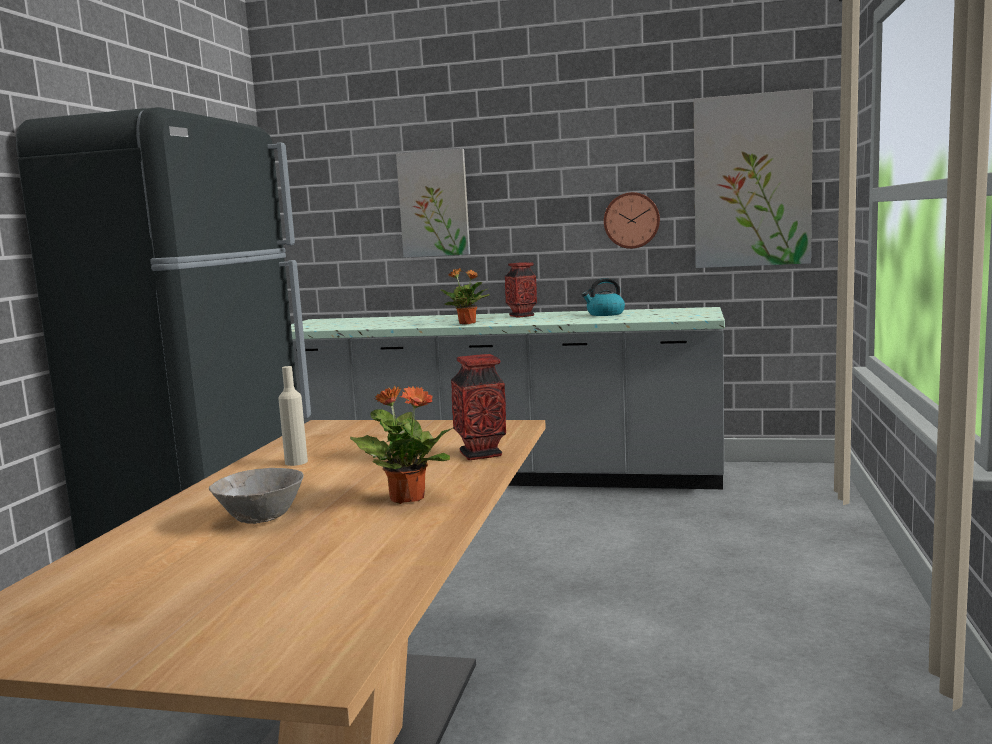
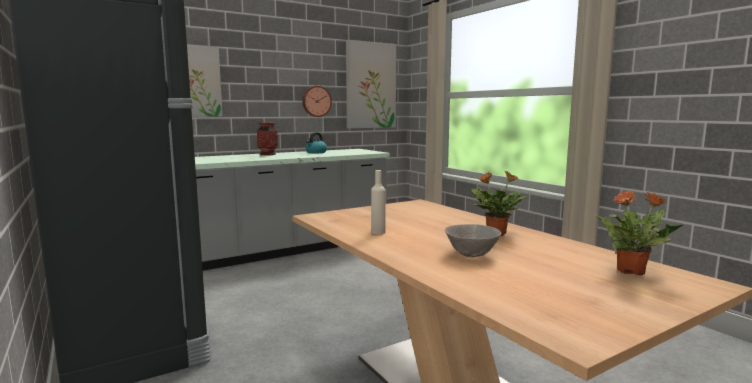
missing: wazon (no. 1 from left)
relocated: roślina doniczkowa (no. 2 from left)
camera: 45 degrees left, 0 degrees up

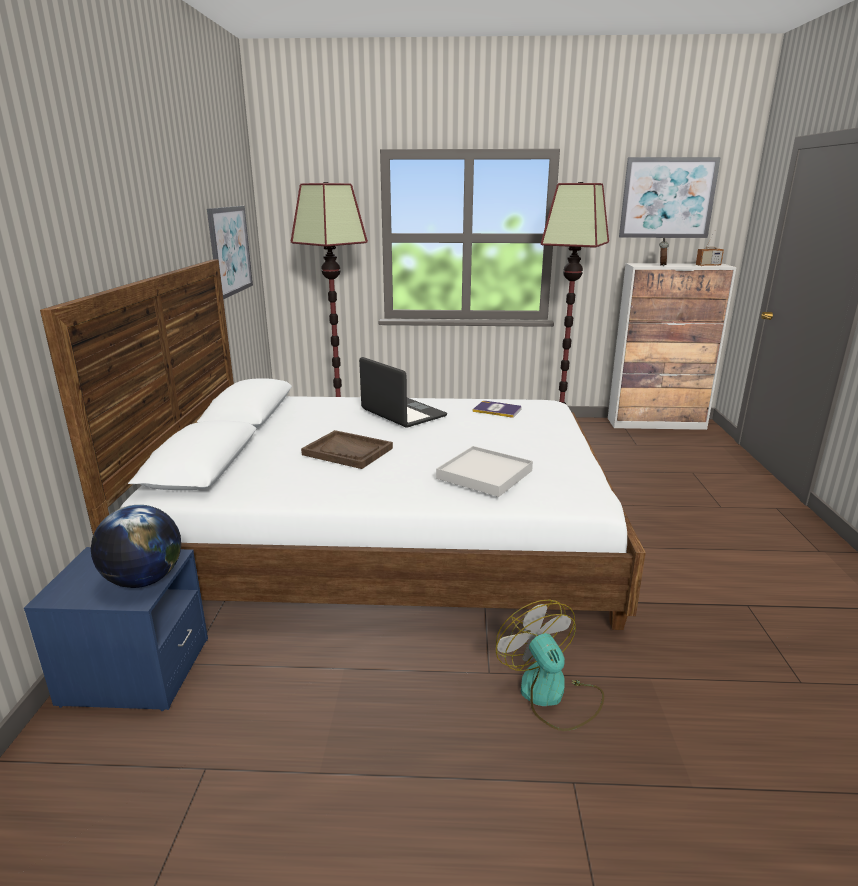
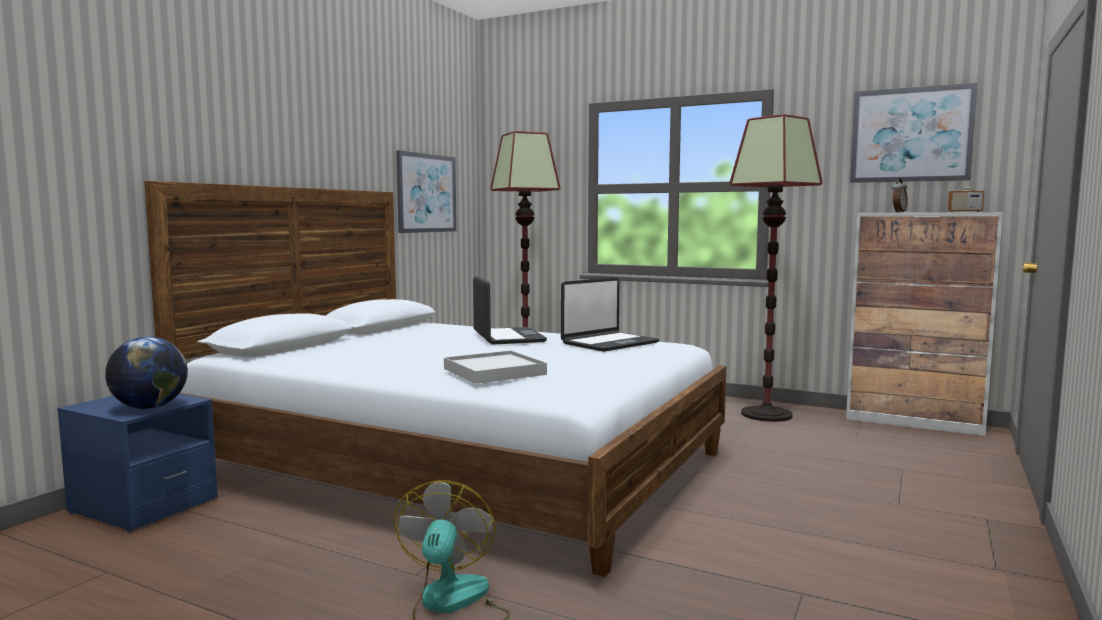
missing: taca (brązowy)
exchanged: książka to laptop (no. 2 from left)
camera: 25 degrees right, 15 degrees down

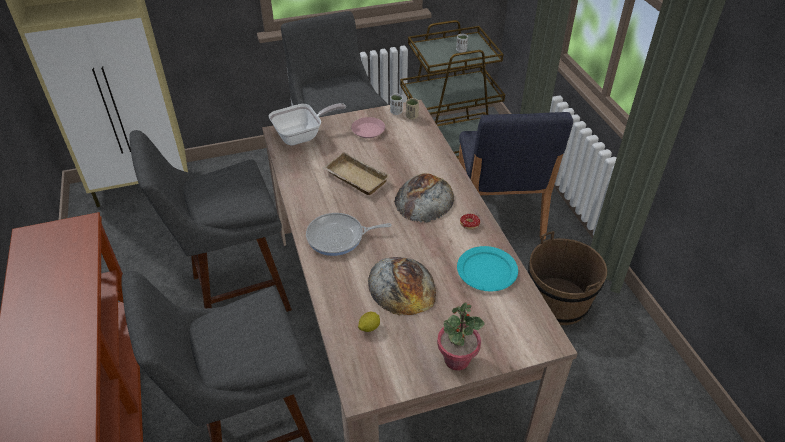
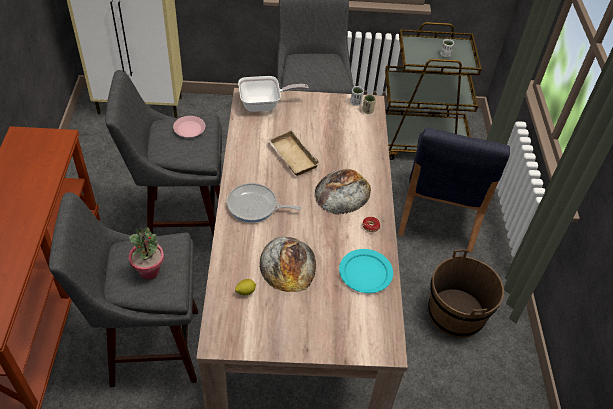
relocated: talerz (różowy); roślina doniczkowa
camera: 15 degrees right, 5 degrees up

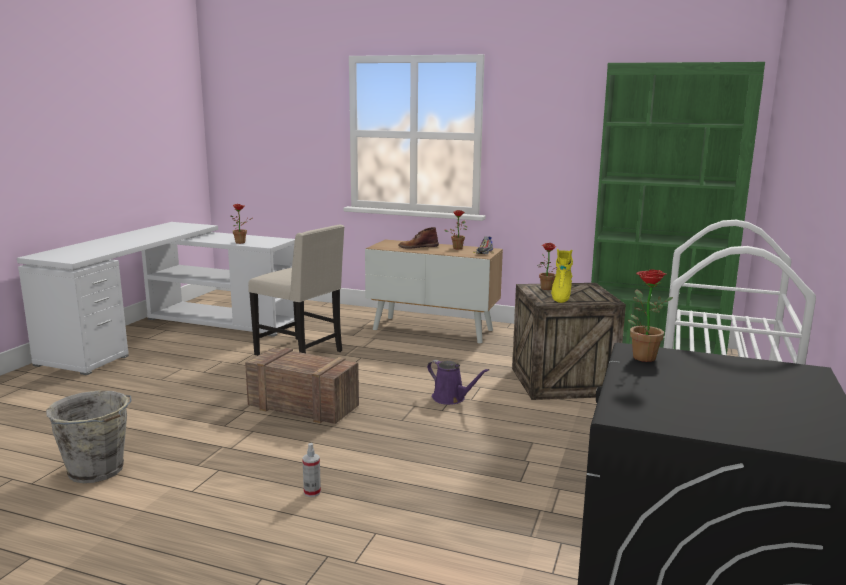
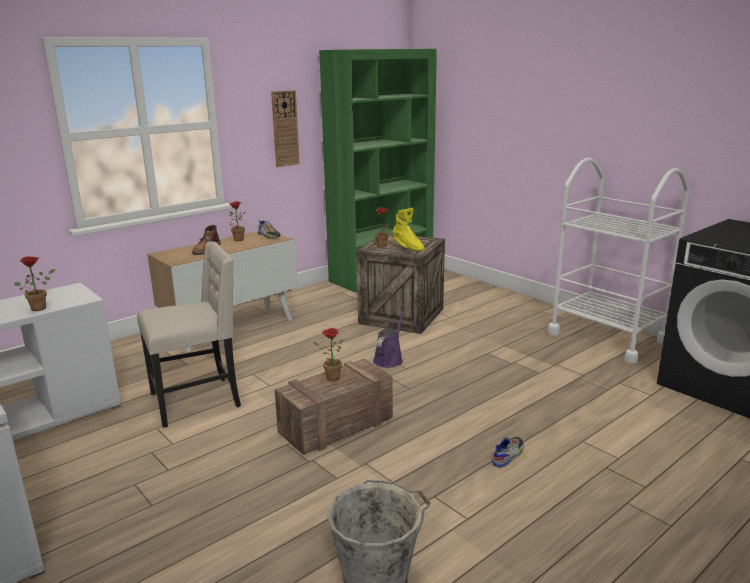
appeared: zegar ścienny
relocated: roślina doniczkowa (no. 4 from left in the first image) to roślina doniczkowa (no. 3 from left)
exchanged: spryskiwacz to but (no. 2 from left)
spun: konewka (fioletowy) 45 degrees counterclockwise
camera: 60 degrees left, 5 degrees up

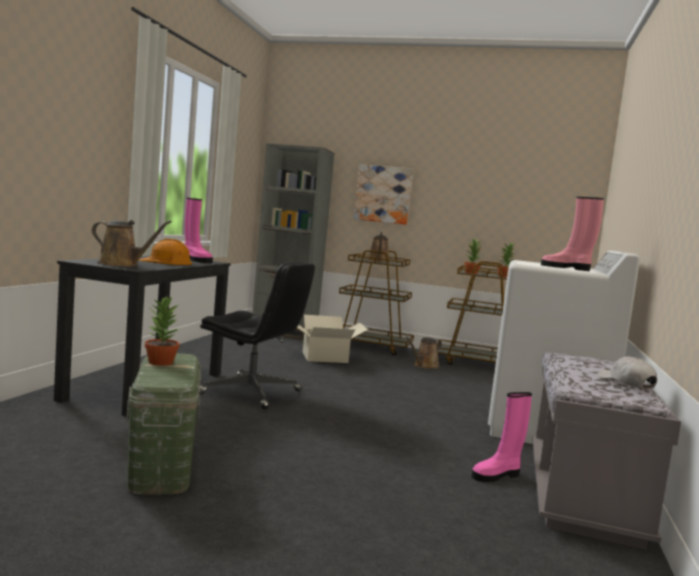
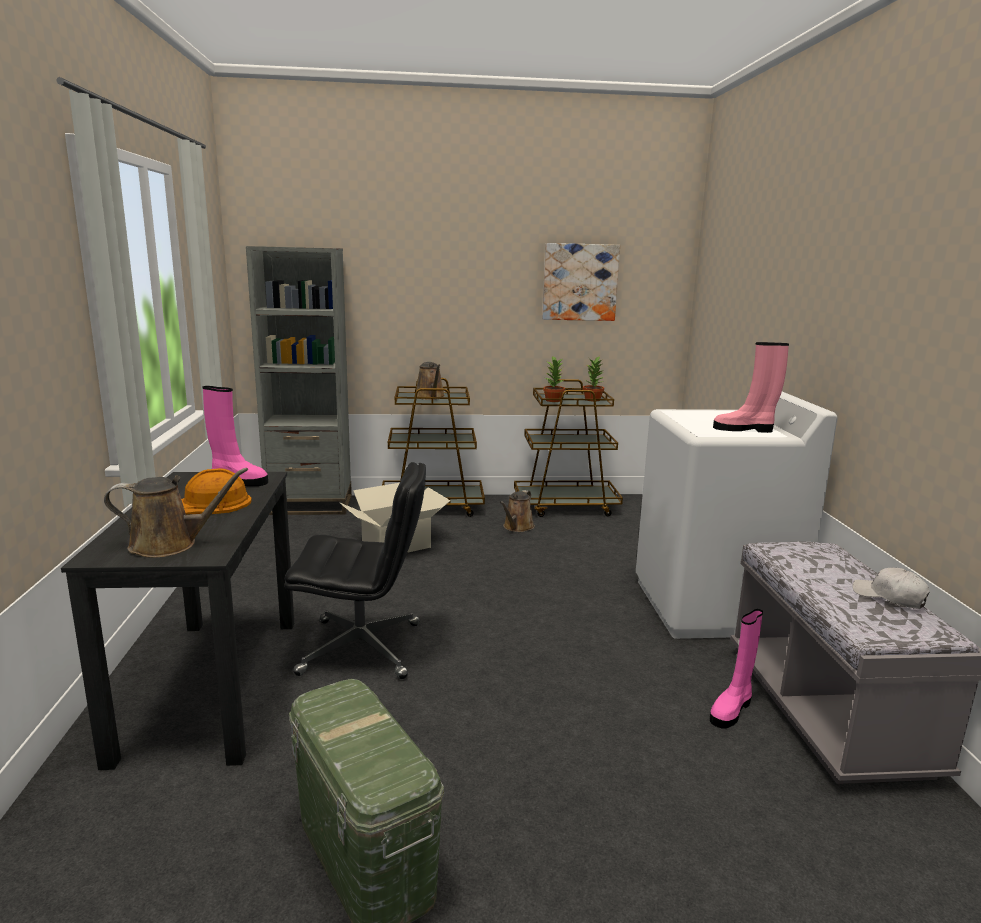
missing: roślina doniczkowa (no. 1 from left)
relocated: obraz
camera: 20 degrees left, 10 degrees up

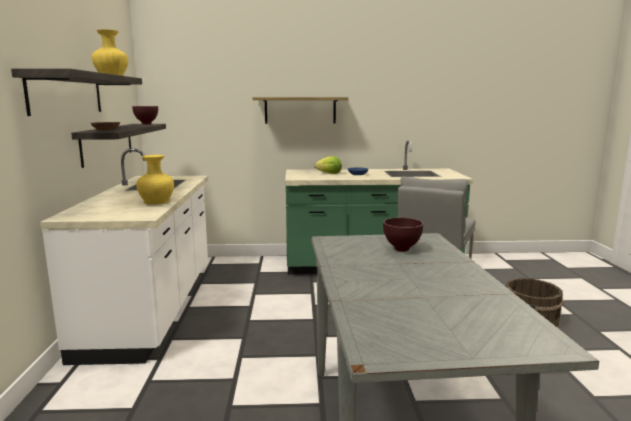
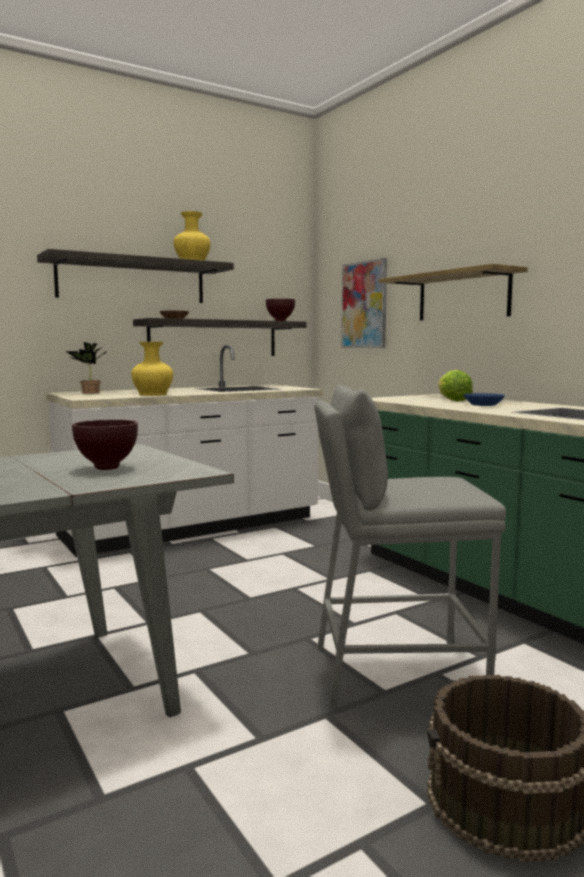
appeared: obraz; roślina doniczkowa
camera: 60 degrees right, 5 degrees down

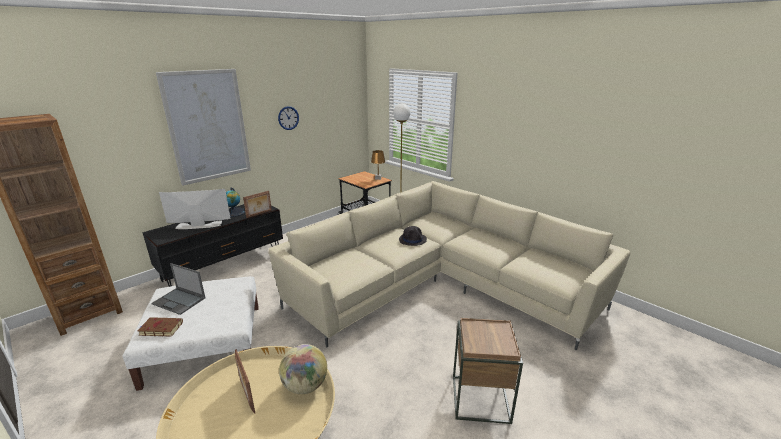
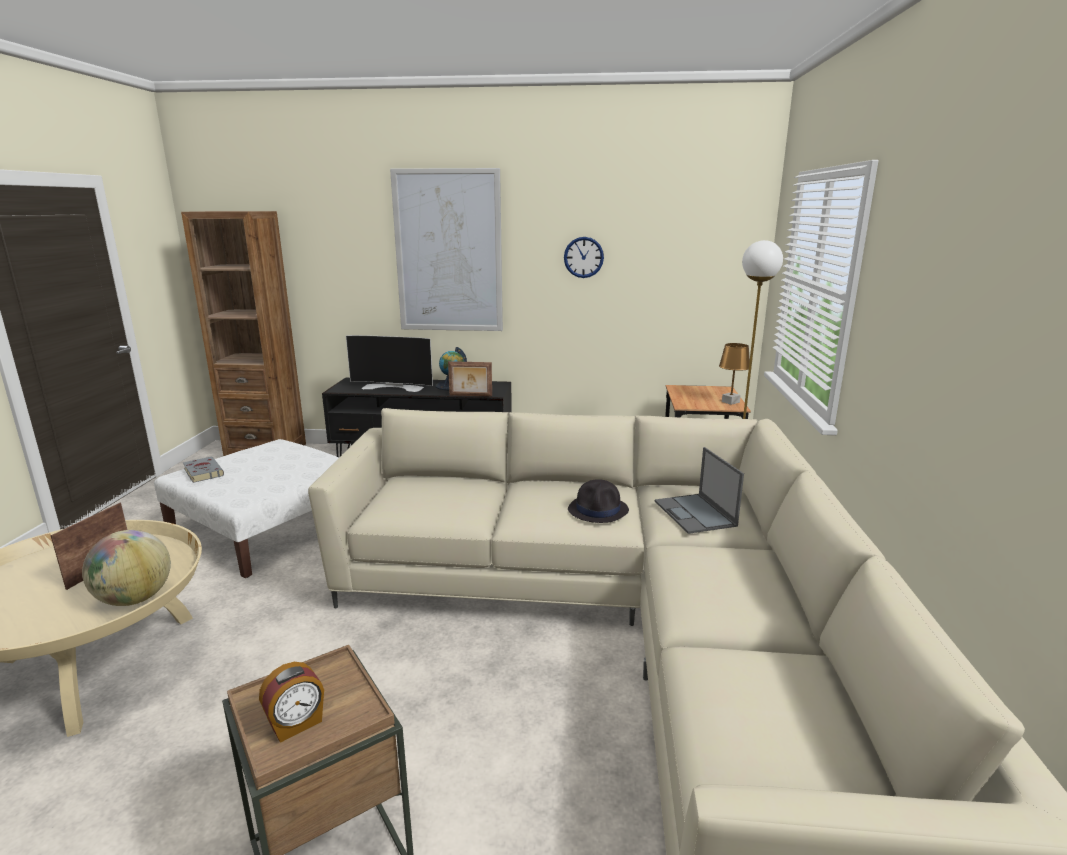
appeared: budzik
relocated: laptop
colour: książka (brązowy) to książka (szary)
spun: telewizor 150 degrees clockwise
camera: 50 degrees right, 5 degrees down

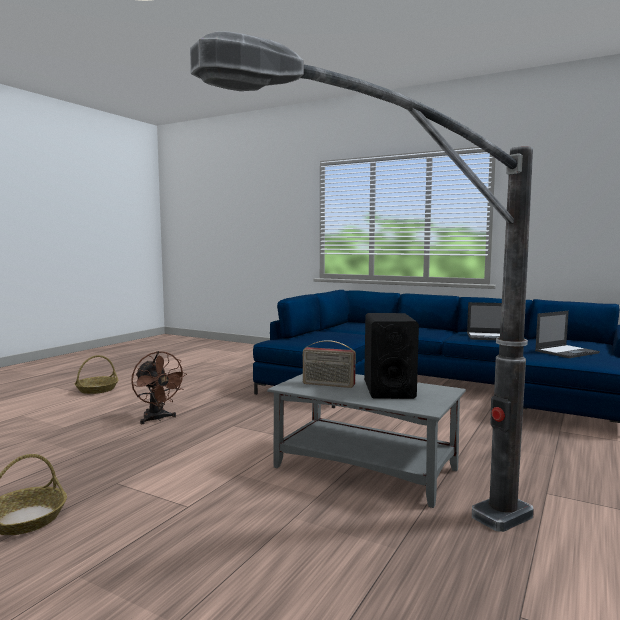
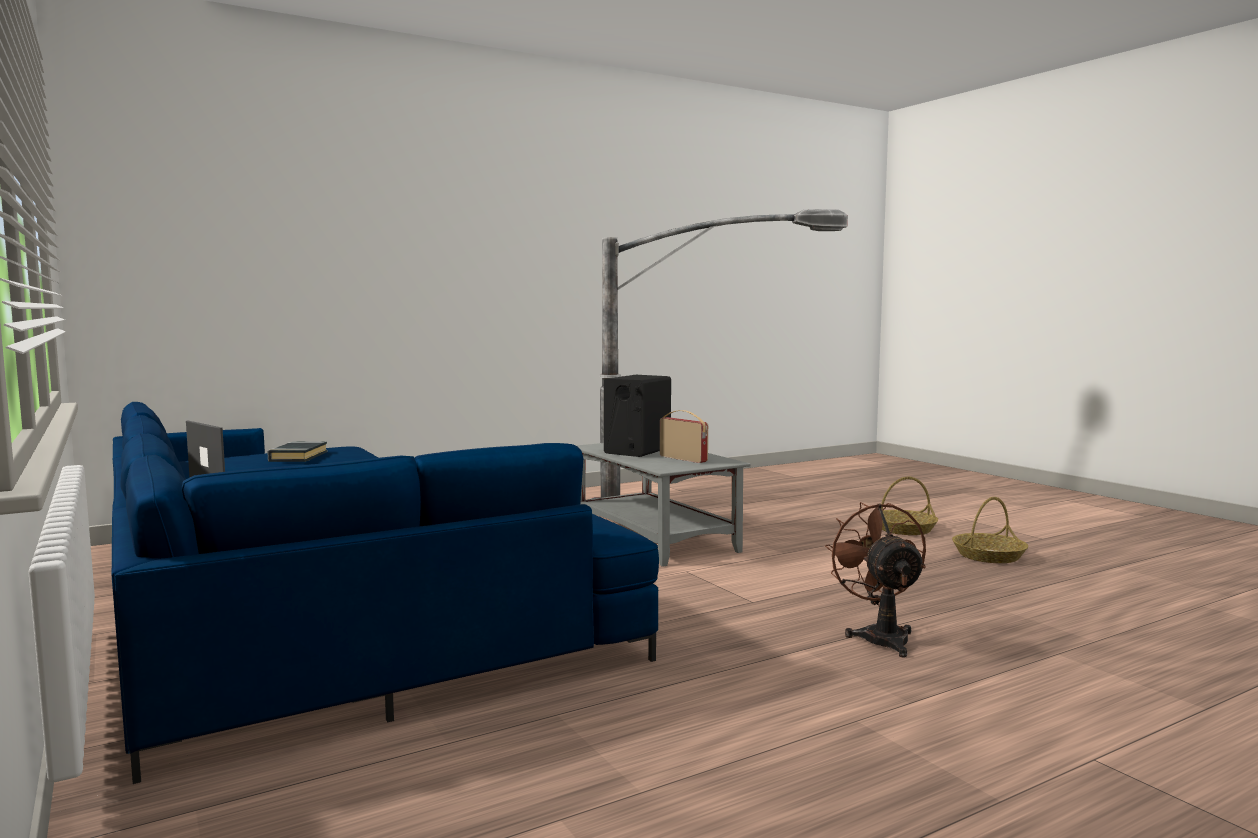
relocated: koszyk (no. 2 from left in the first image) to koszyk (no. 1 from left)
exchanged: laptop (no. 2 from left) to książka (czarny)
camera: 150 degrees left, 0 degrees up

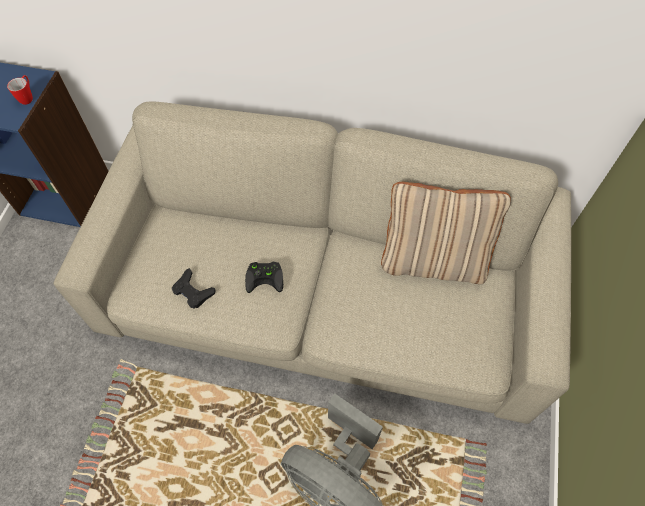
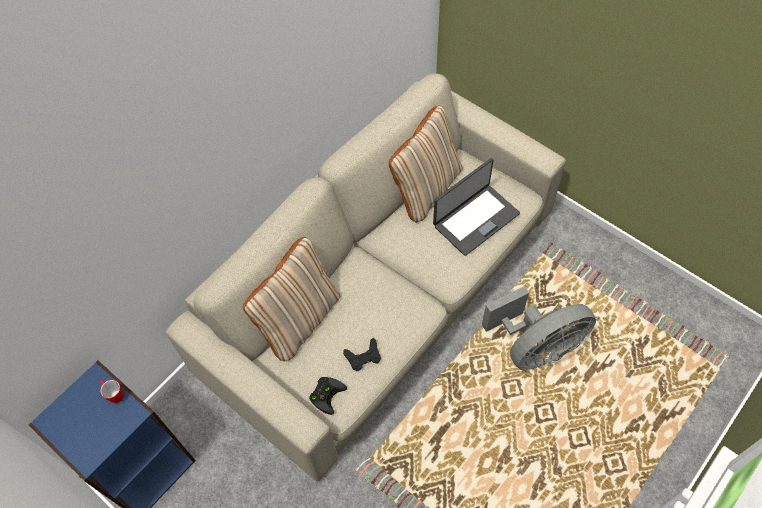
appeared: laptop; poduszka (beżowy) (no. 1 from left)
relocated: pad do gier (czarny) (no. 2 from left in the first image) to pad do gier (czarny) (no. 1 from left)
camera: 60 degrees left, 0 degrees up

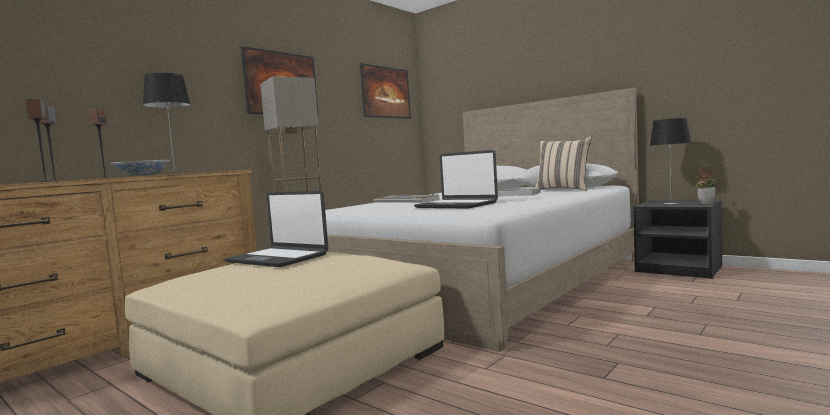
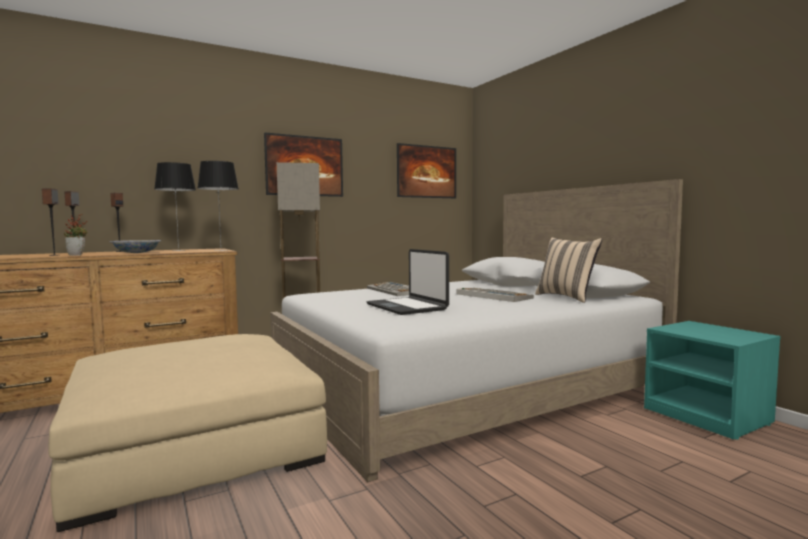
missing: laptop (no. 1 from left)
relocated: lampa stołowa (no. 2 from left); roślina doniczkowa
colour: szafka nocna (czarny) to szafka nocna (turkusowy)
camera: 20 degrees right, 0 degrees up

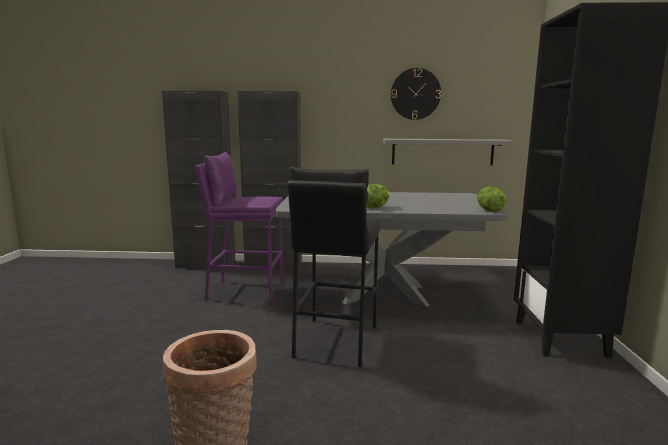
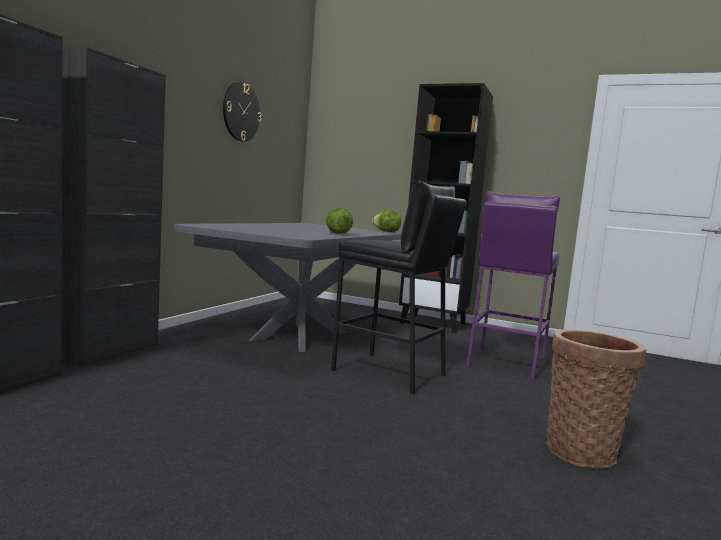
missing: półka (szary)
relocated: stołek (fioletowy)
camera: 70 degrees left, 5 degrees down

